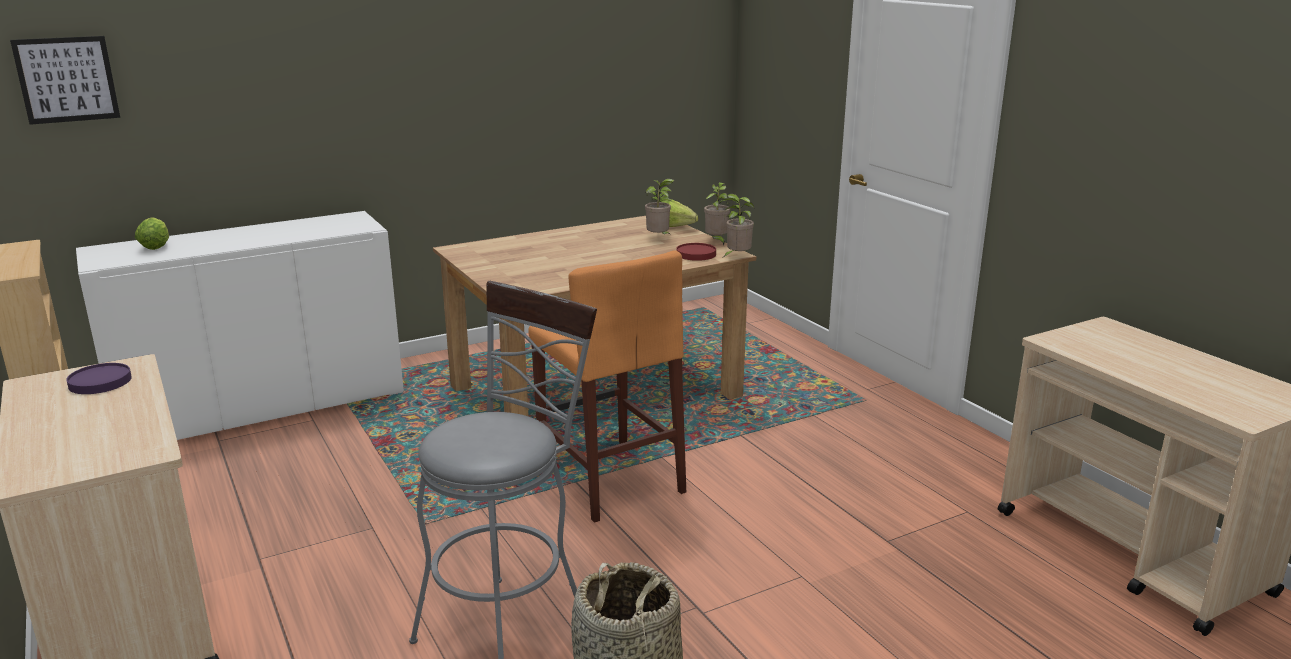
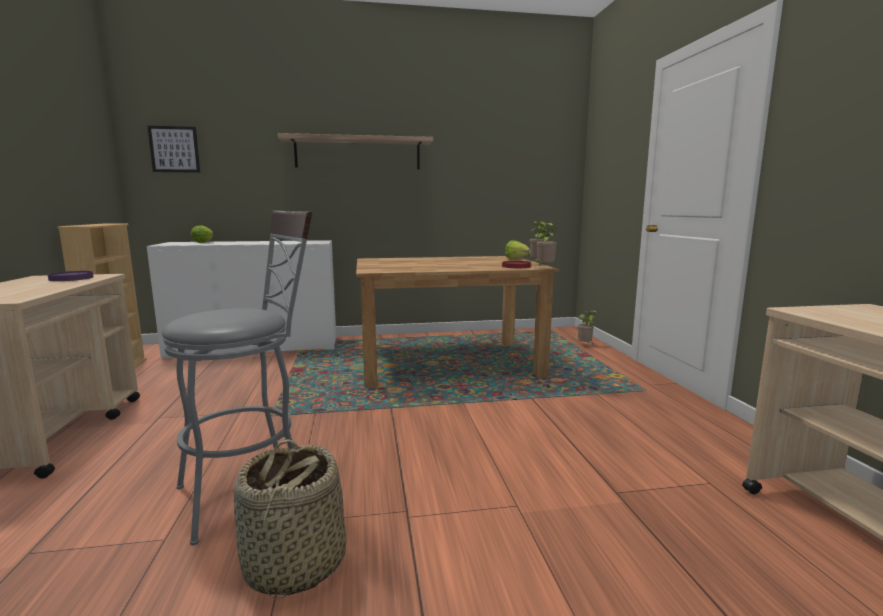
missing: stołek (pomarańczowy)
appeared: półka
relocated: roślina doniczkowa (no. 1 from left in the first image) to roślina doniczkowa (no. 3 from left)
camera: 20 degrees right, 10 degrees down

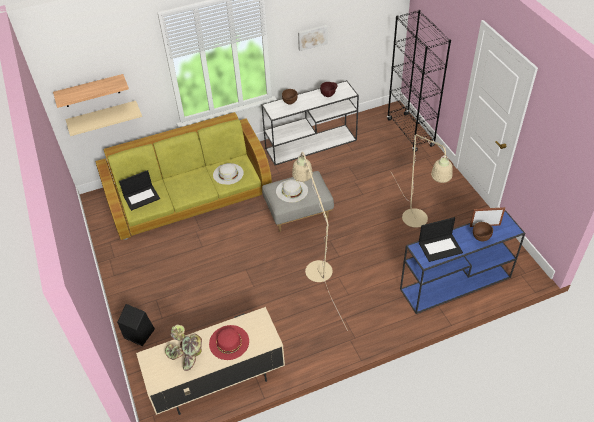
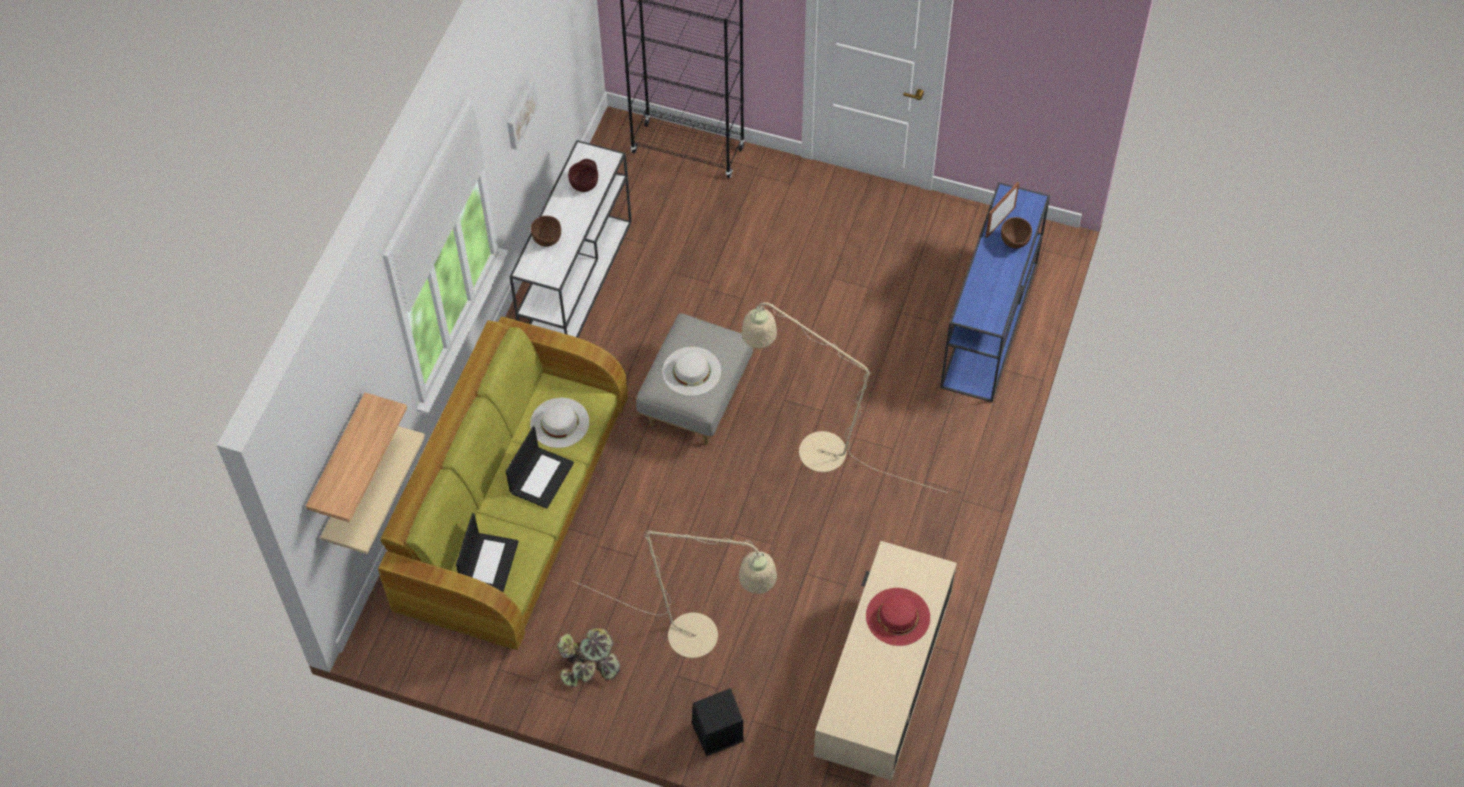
relocated: lampa stojąca (beżowy) (no. 2 from left in the first image) to lampa stojąca (beżowy) (no. 1 from left); laptop (no. 2 from left); roślina doniczkowa
camera: 50 degrees left, 10 degrees up

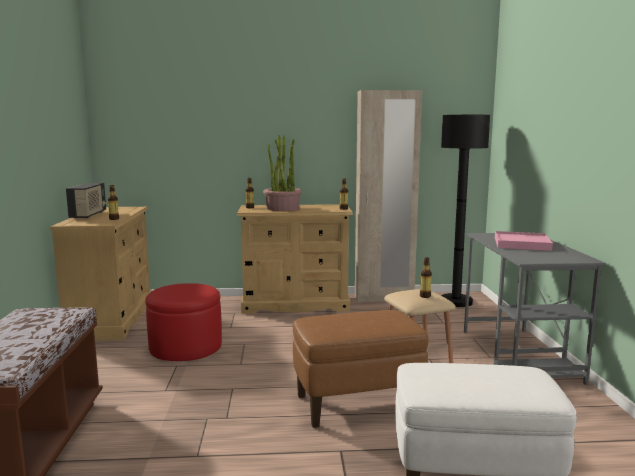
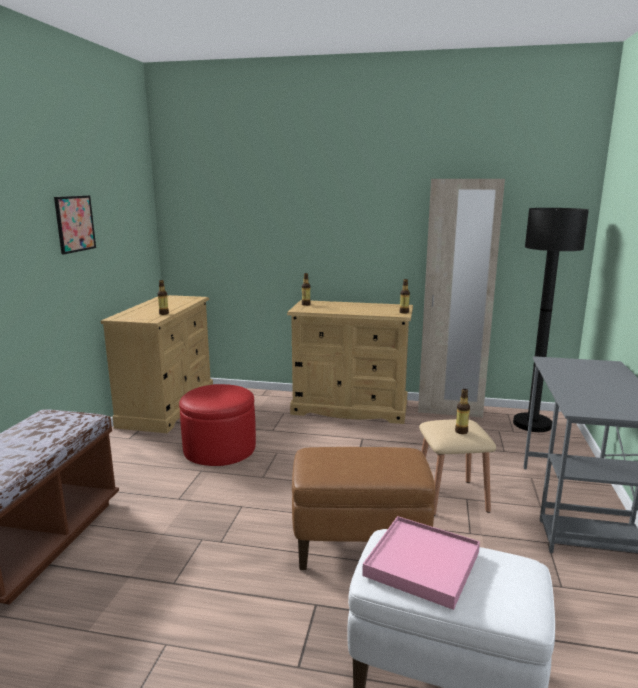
missing: roślina doniczkowa; radio
appeared: obraz
relocated: taca (różowy)
camera: 15 degrees right, 5 degrees up

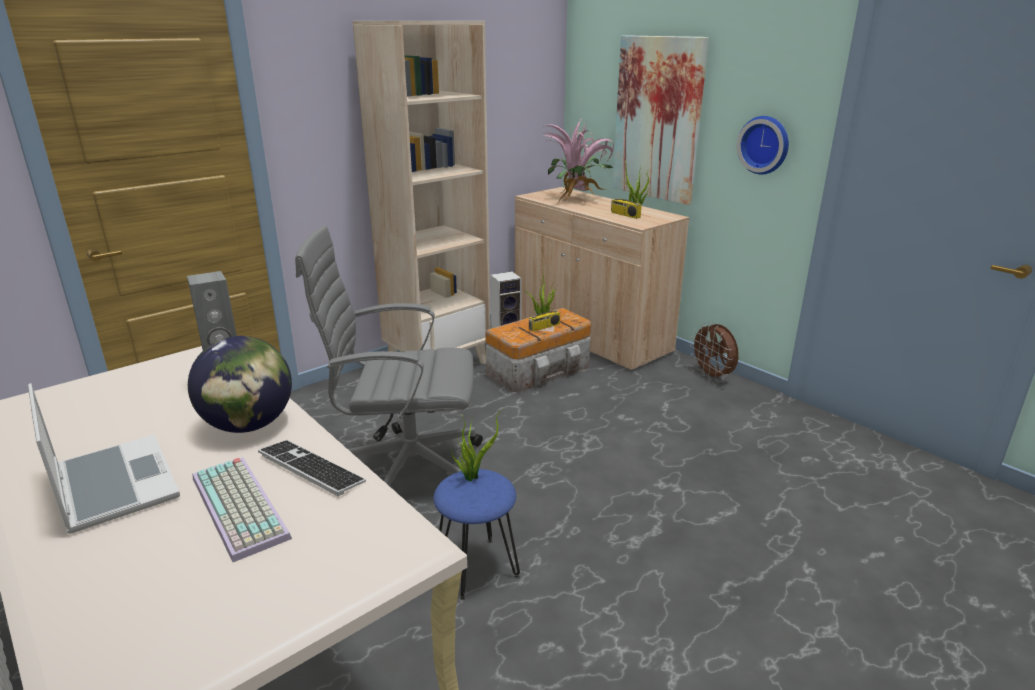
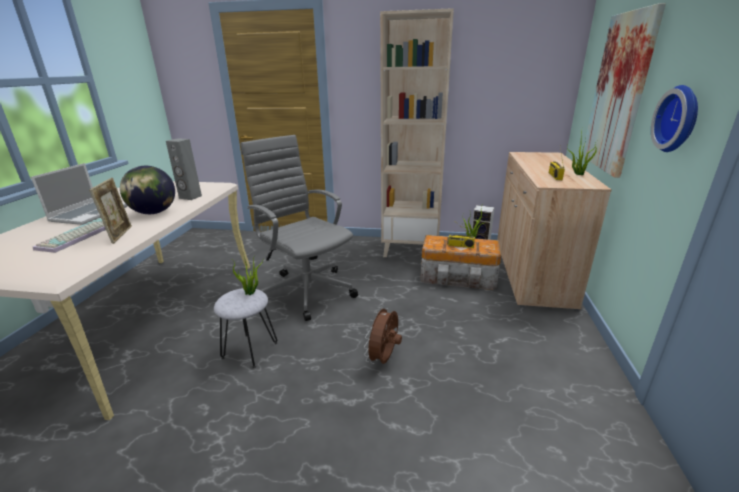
missing: roślina doniczkowa (no. 3 from left)
relocated: wentylator (brązowy)
exchanged: klawiatura (no. 2 from left) to ramka na zdjęcie
colour: stołek (niebieski) to stołek (szary)
camera: 50 degrees right, 0 degrees up

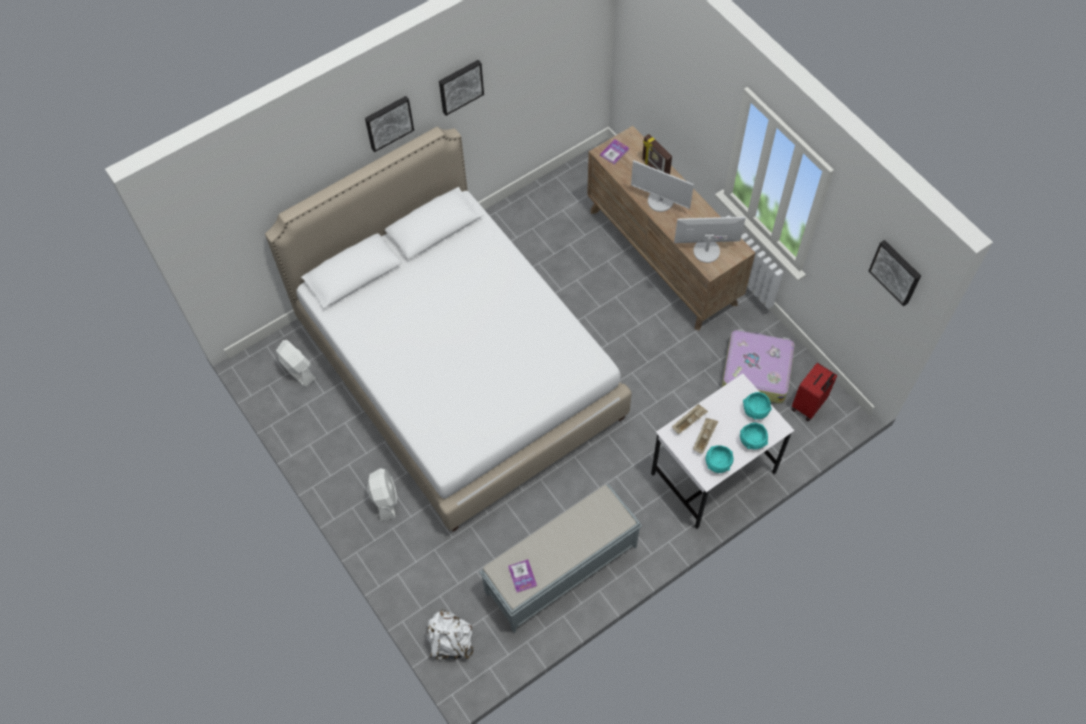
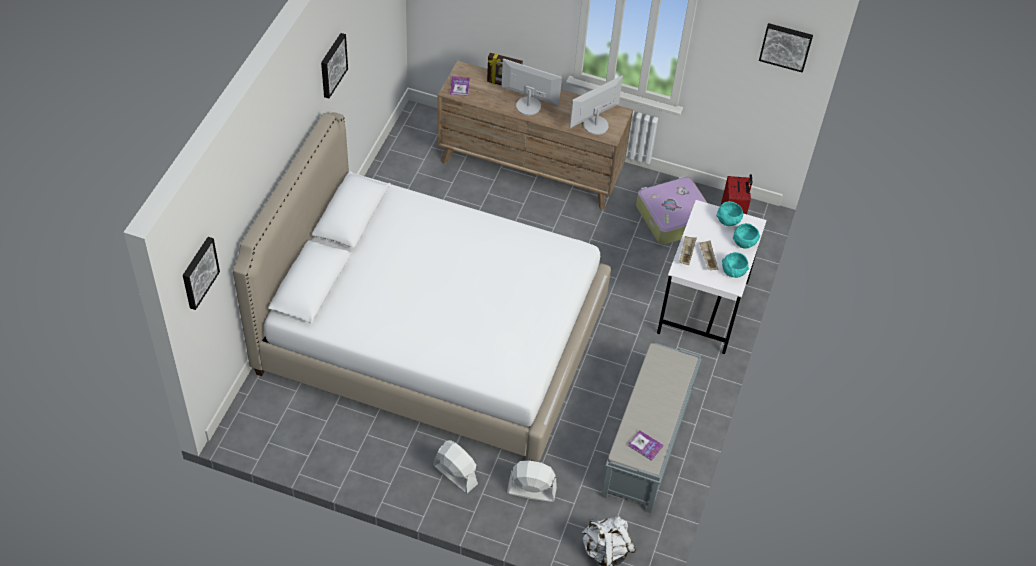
relocated: obraz (no. 1 from left); wentylator (biały) (no. 1 from left in the first image) to wentylator (biały) (no. 2 from left)
spun: monitor (no. 1 from left) 150 degrees counterclockwise
camera: 40 degrees left, 10 degrees down

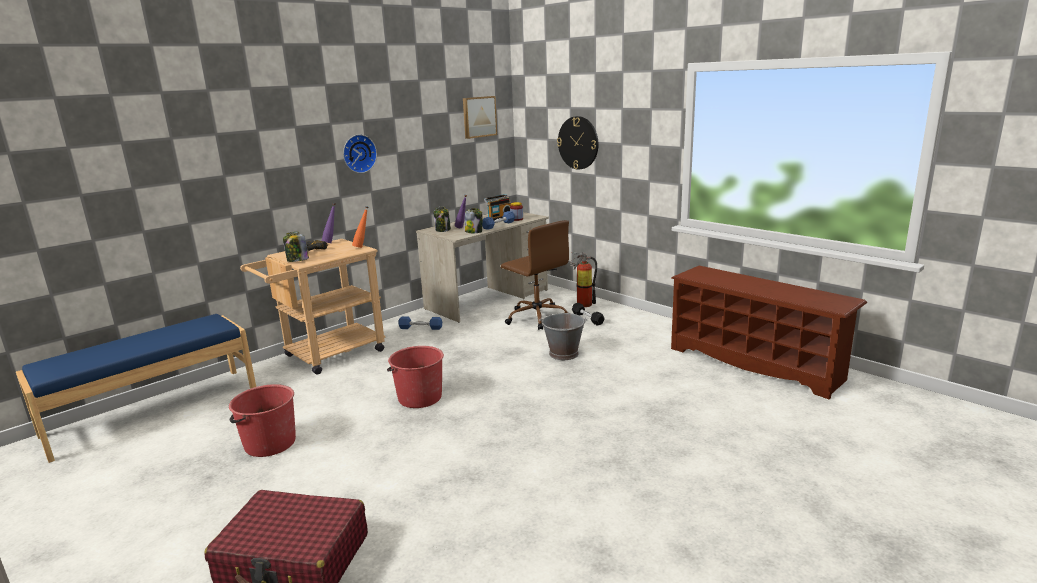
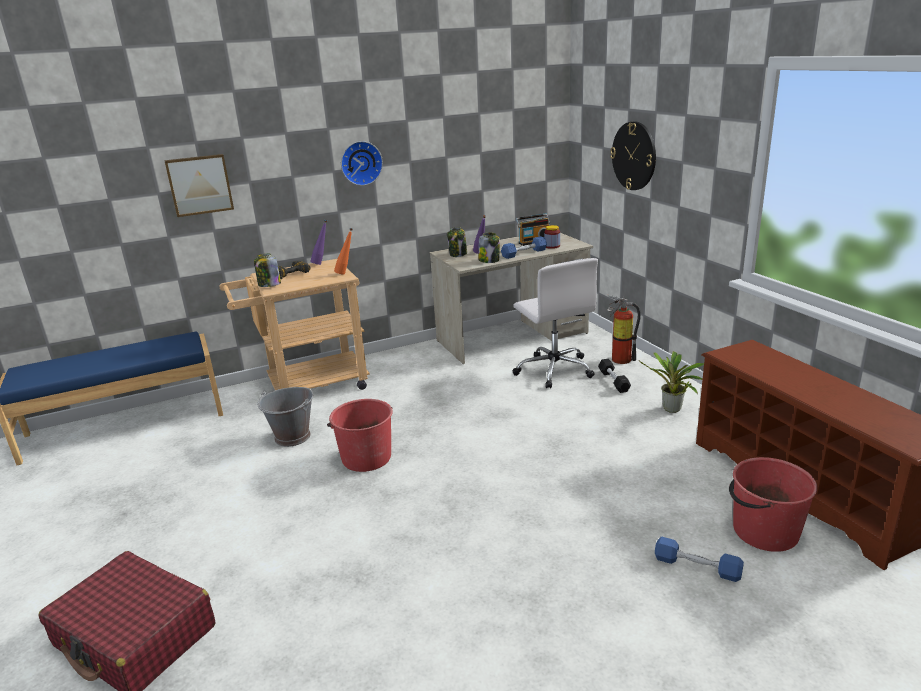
appeared: roślina doniczkowa
relocated: obraz; wiadro (szary); hantel (niebieski) (no. 1 from left in the first image) to hantel (niebieski) (no. 2 from left); wiadro (czerwony) (no. 1 from left in the first image) to wiadro (czerwony) (no. 2 from left)
colour: krzesło biurowe (brązowy) to krzesło biurowe (biały)
camera: 20 degrees right, 5 degrees up

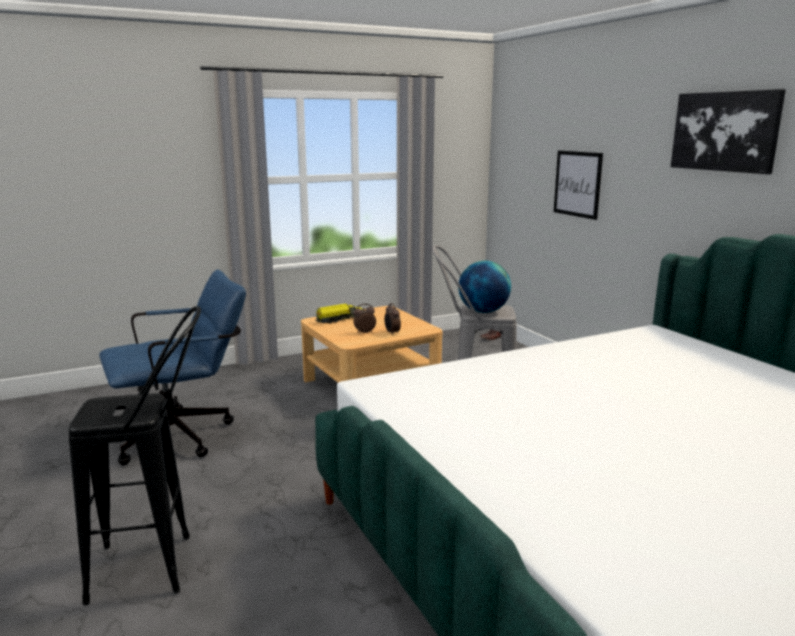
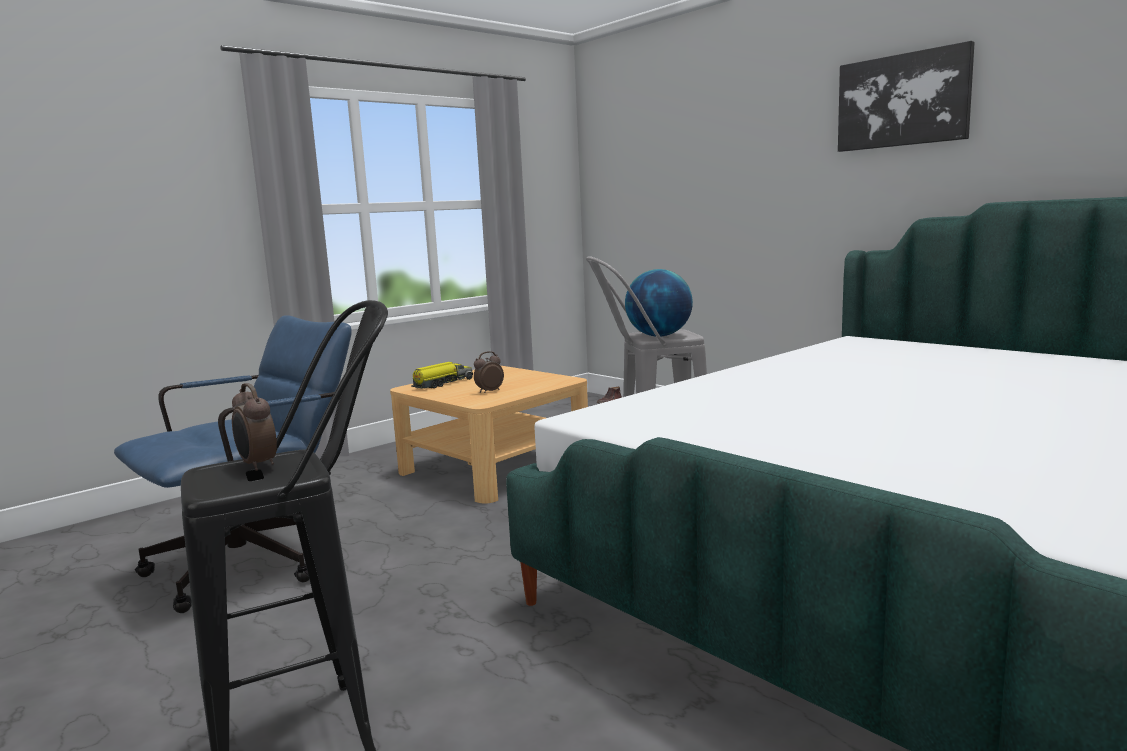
missing: obraz (no. 1 from left)
relocated: budzik (no. 2 from left in the first image) to budzik (no. 1 from left)
camera: 15 degrees left, 5 degrees down

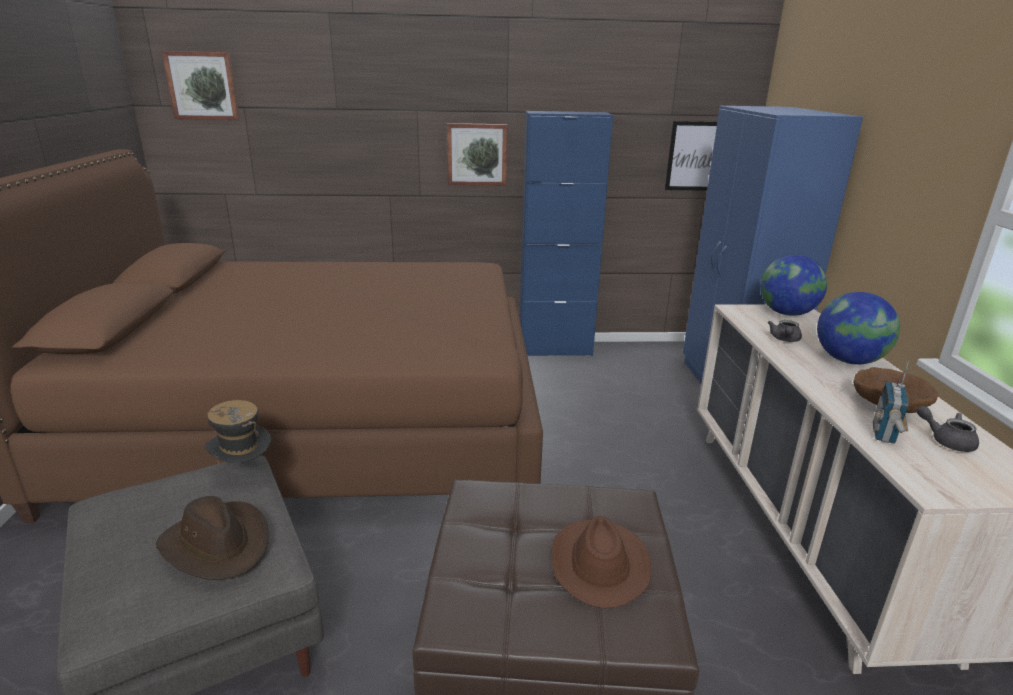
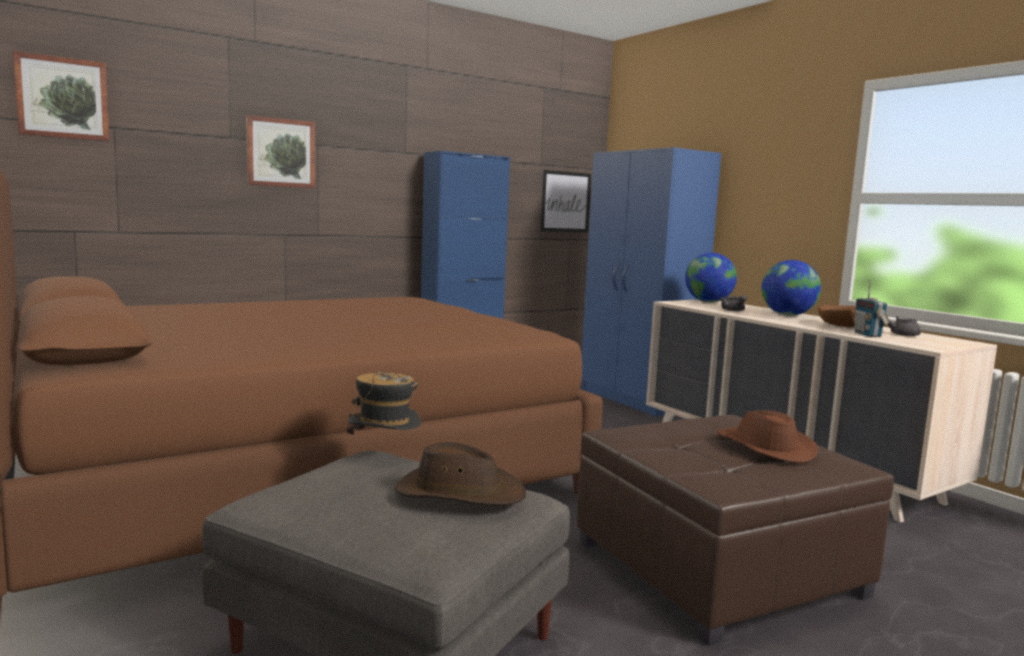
relocated: obraz (no. 2 from left)
camera: 30 degrees left, 15 degrees down

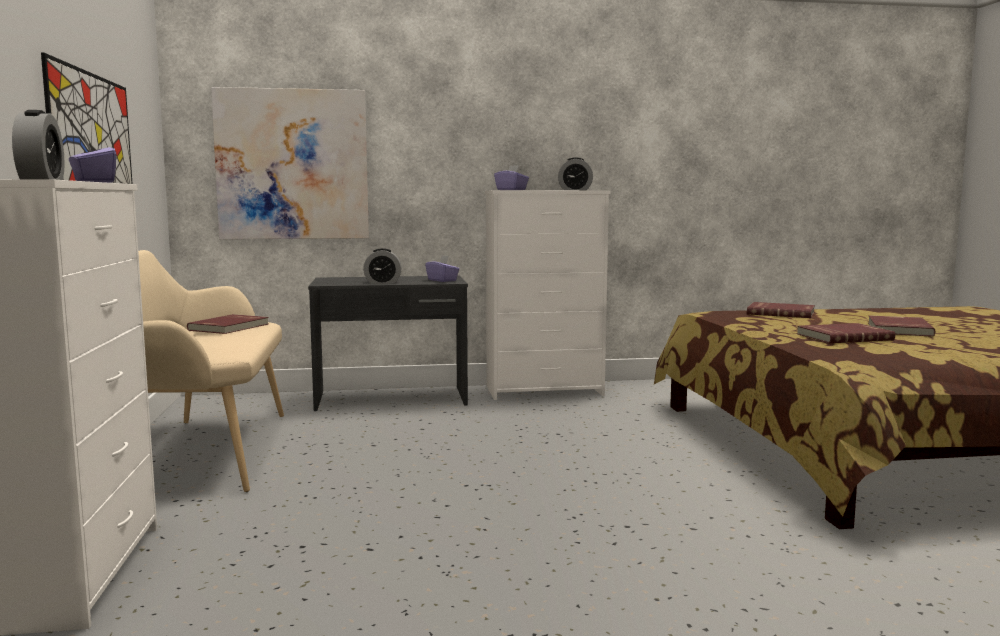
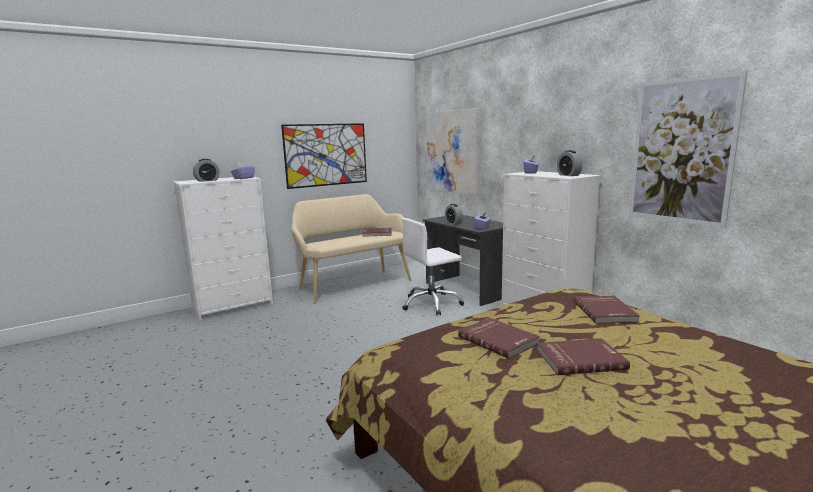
appeared: obraz (no. 3 from left); krzesło biurowe (biały)
camera: 65 degrees right, 5 degrees up

